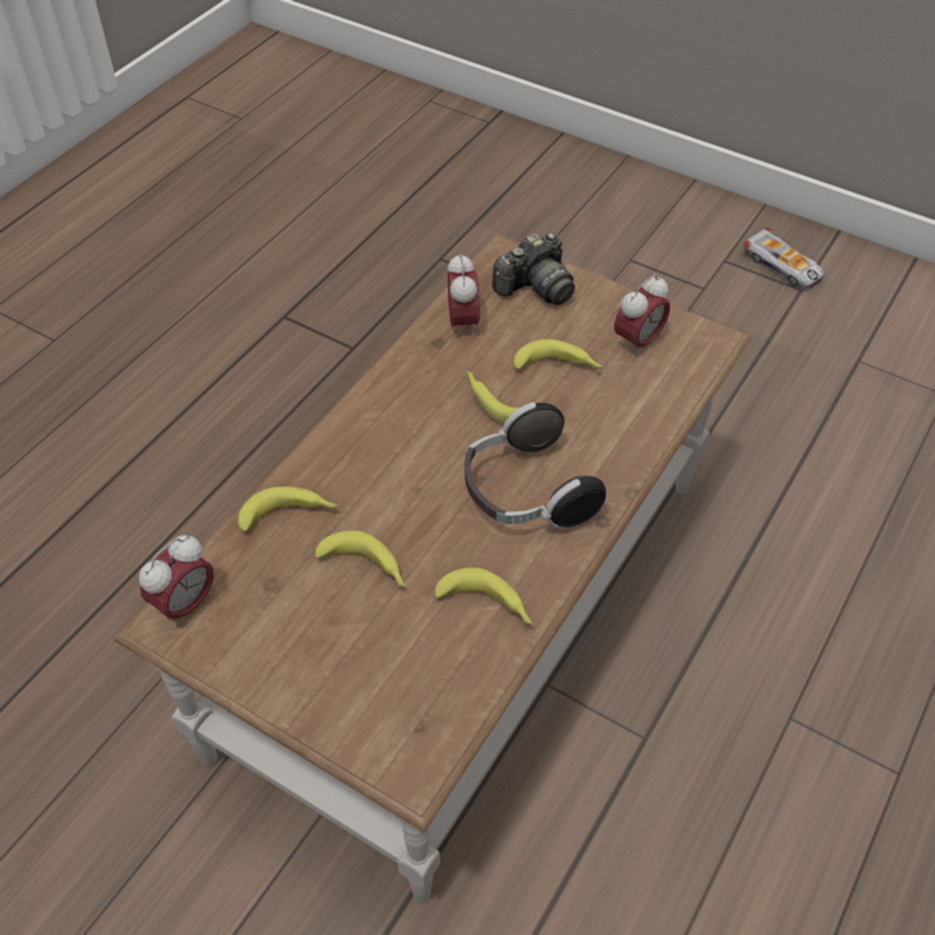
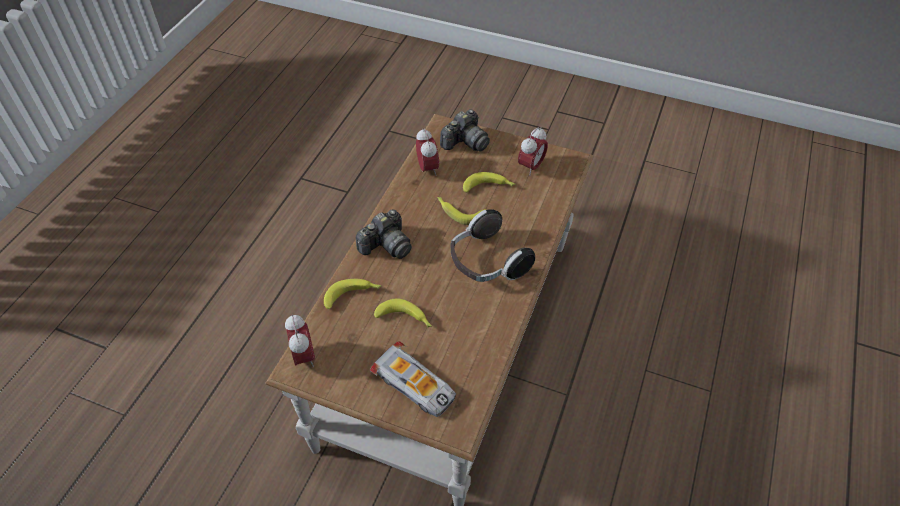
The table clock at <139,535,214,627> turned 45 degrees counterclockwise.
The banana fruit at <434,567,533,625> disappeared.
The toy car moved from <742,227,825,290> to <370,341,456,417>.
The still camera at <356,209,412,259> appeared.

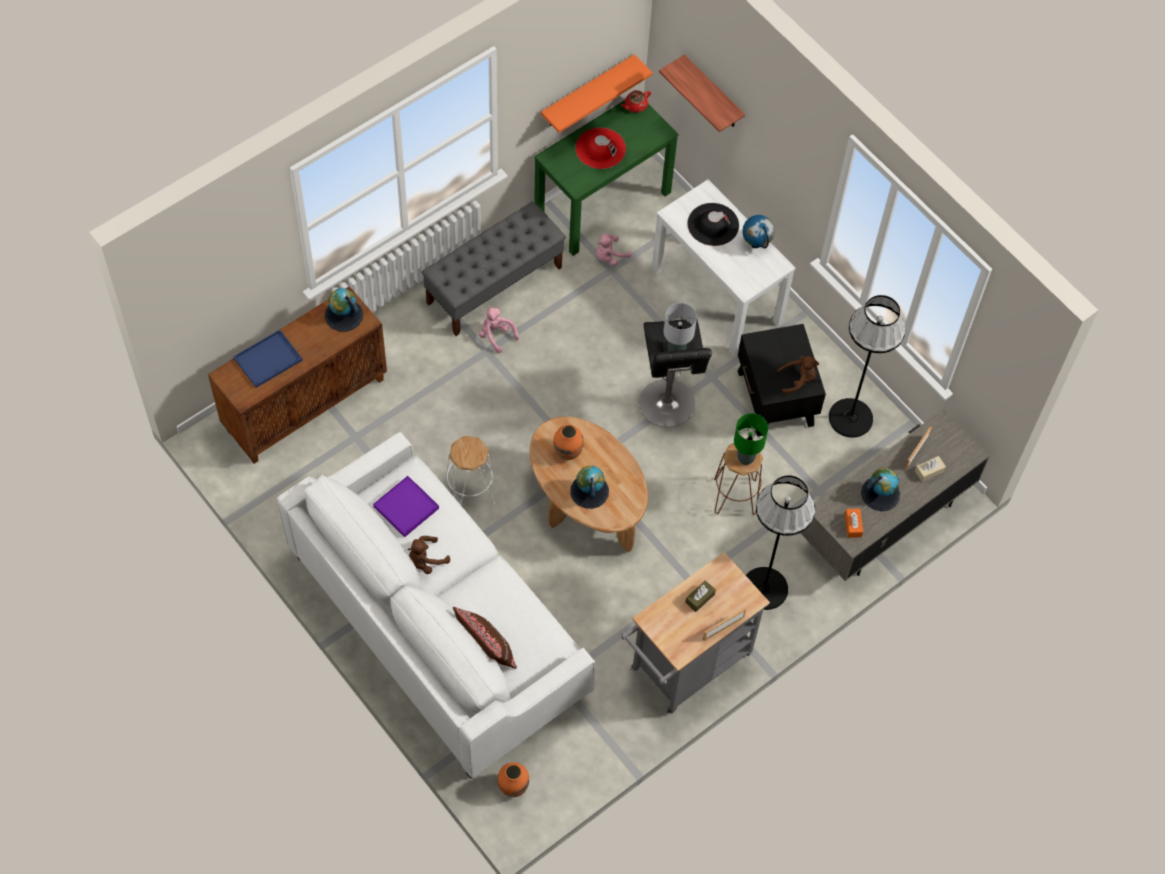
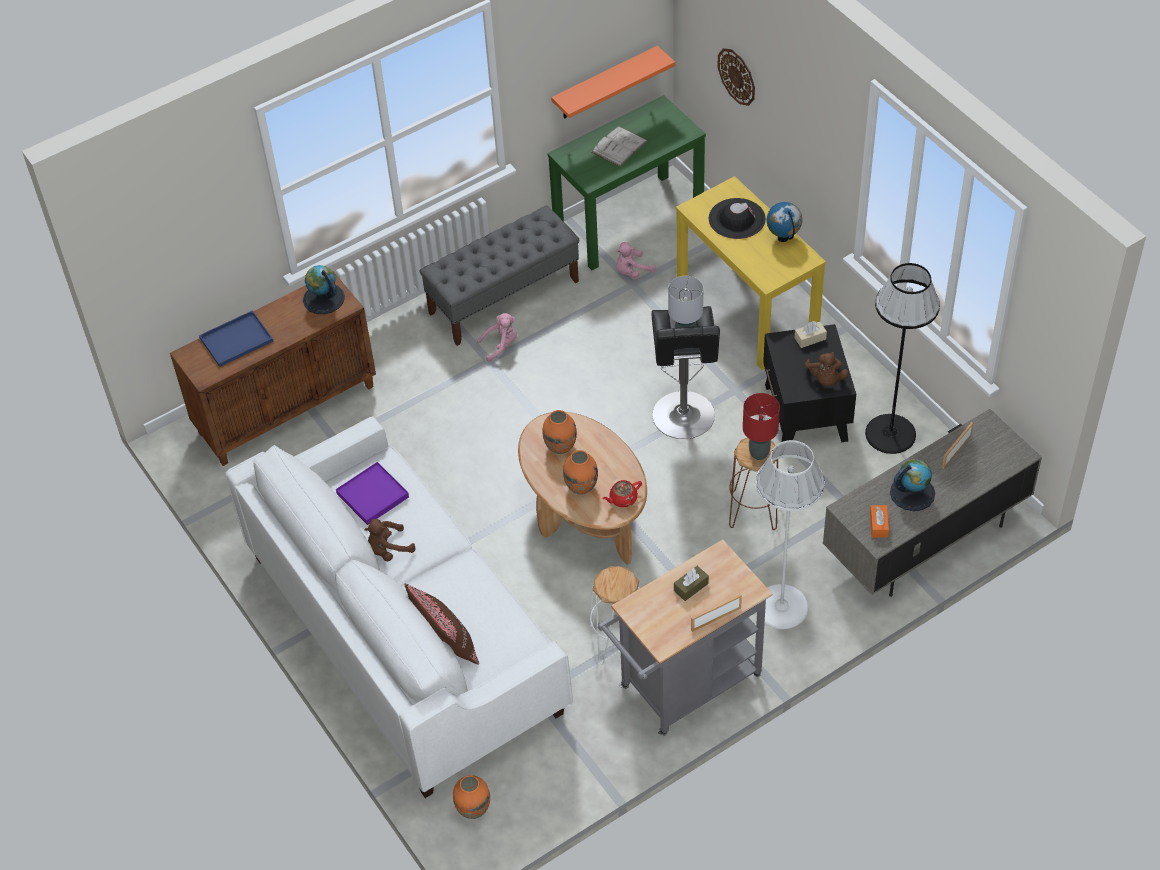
The stool in whitish moved from <445,436,495,505> to <589,566,640,665>.
The soft toy in pink-coloured at <478,306,519,353> turned 105 degrees clockwise.
The world globe at <570,466,609,509> was replaced by the vase in orange-coloured at <563,450,598,495>.
The clothing hat in red at <575,128,626,169> was replaced by the volume in whitish at <592,126,648,167>.
The tea pot in red moved from <621,91,651,113> to <602,480,642,507>.
The console table in whitish at <652,180,796,356> became the console table in yellow-coloured at <676,176,826,370>.
The shelf at <659,54,745,132> was replaced by the wall clock at <718,48,755,106>.
The tabletop lamp in green-coloured at <734,413,768,465> became the tabletop lamp in red at <743,393,780,460>.
The standing lamp in blackish at <746,475,815,610> became the standing lamp in whitish at <756,440,825,629>.
The soft toy in brown at <777,356,819,394> turned 90 degrees clockwise.
The box of tissues in beige moved from <915,456,946,482> to <795,321,827,348>.

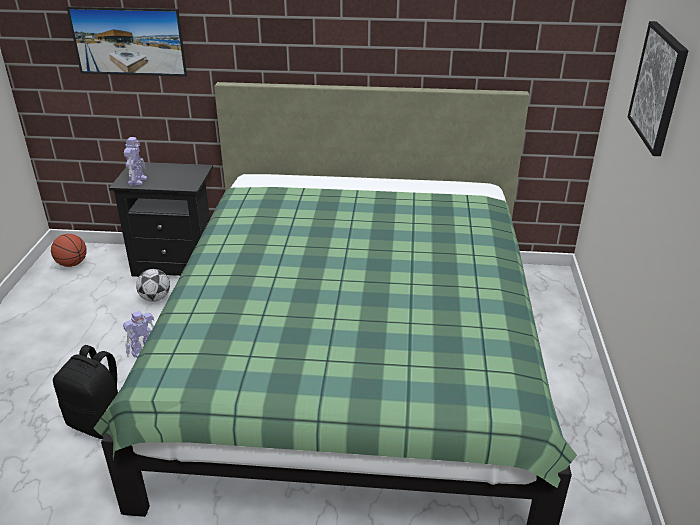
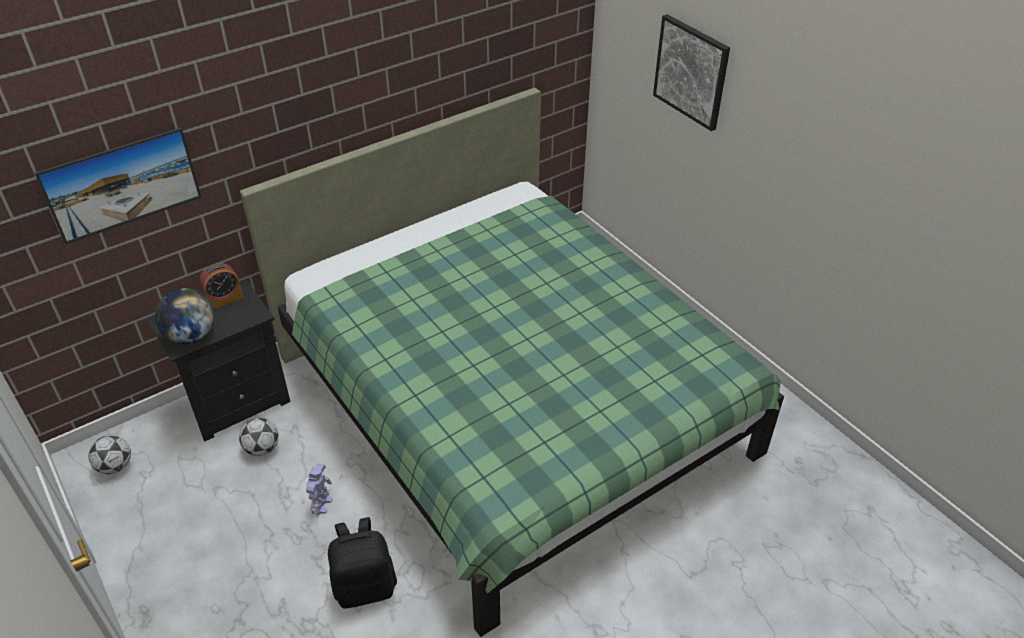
The basketball at <51,234,87,267> was replaced by the football ball at <88,435,131,474>.
The robot figure at <124,137,147,186> was replaced by the world globe at <155,288,215,344>.
The table clock at <199,263,244,309> appeared.

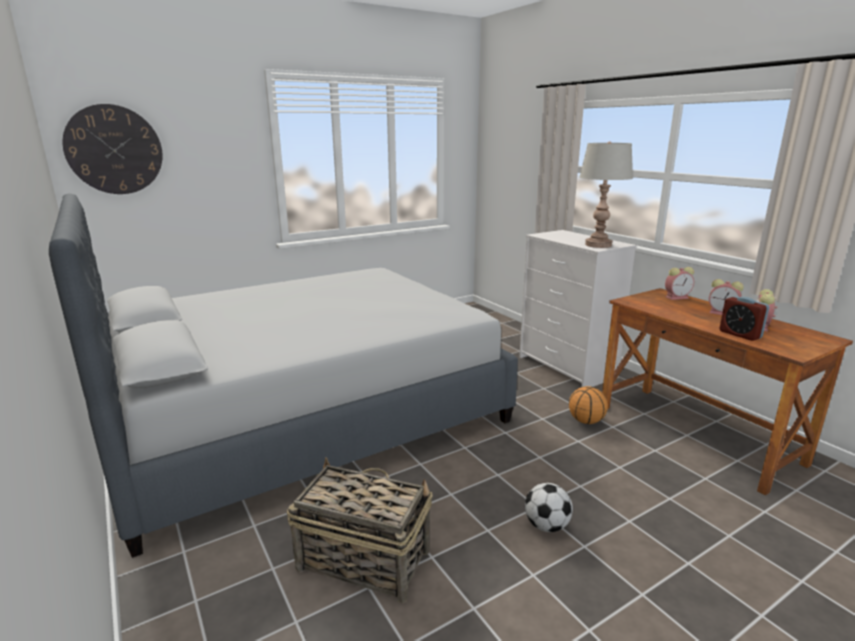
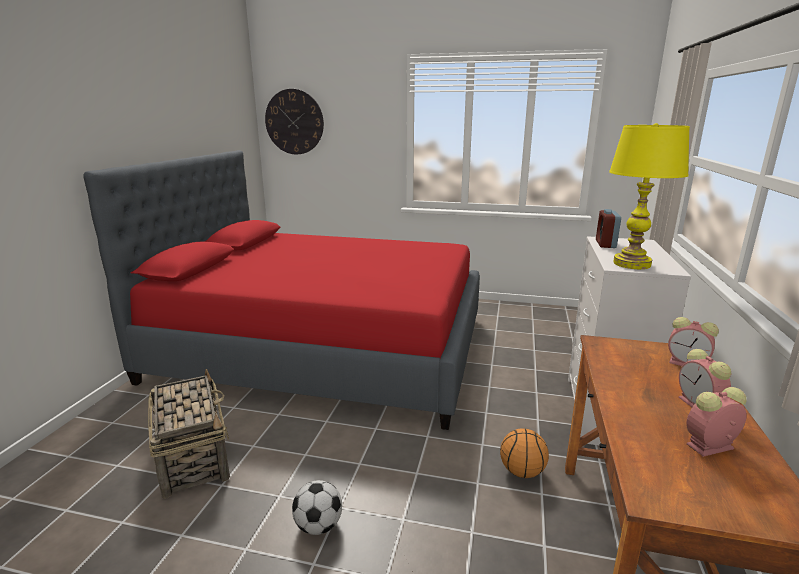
The sleeping bed in greyish at <49,193,518,558> became the sleeping bed in red at <83,150,480,430>.
The tabletop lamp in greyish at <579,142,633,248> became the tabletop lamp in yellow-coloured at <609,123,690,269>.
The table clock moved from <719,296,769,341> to <596,209,621,248>.

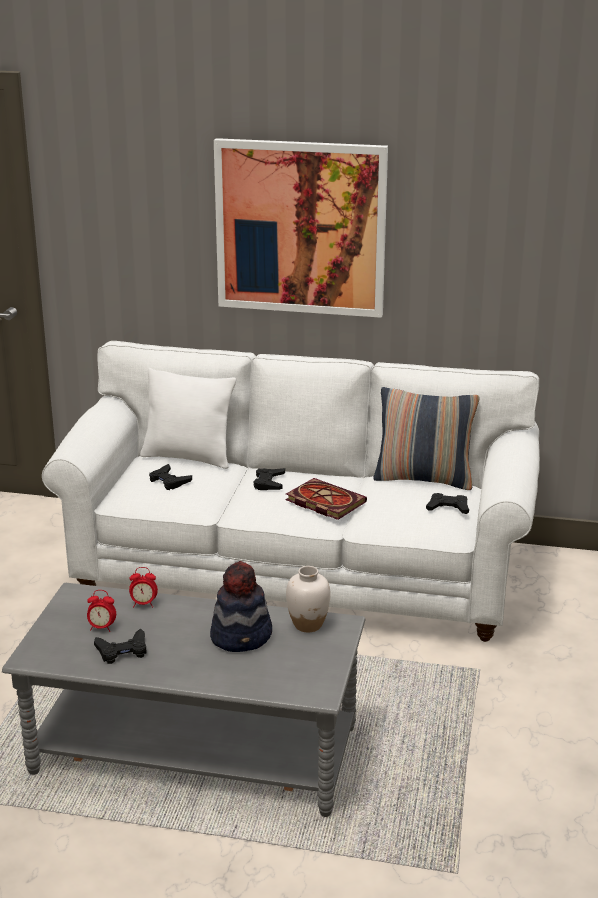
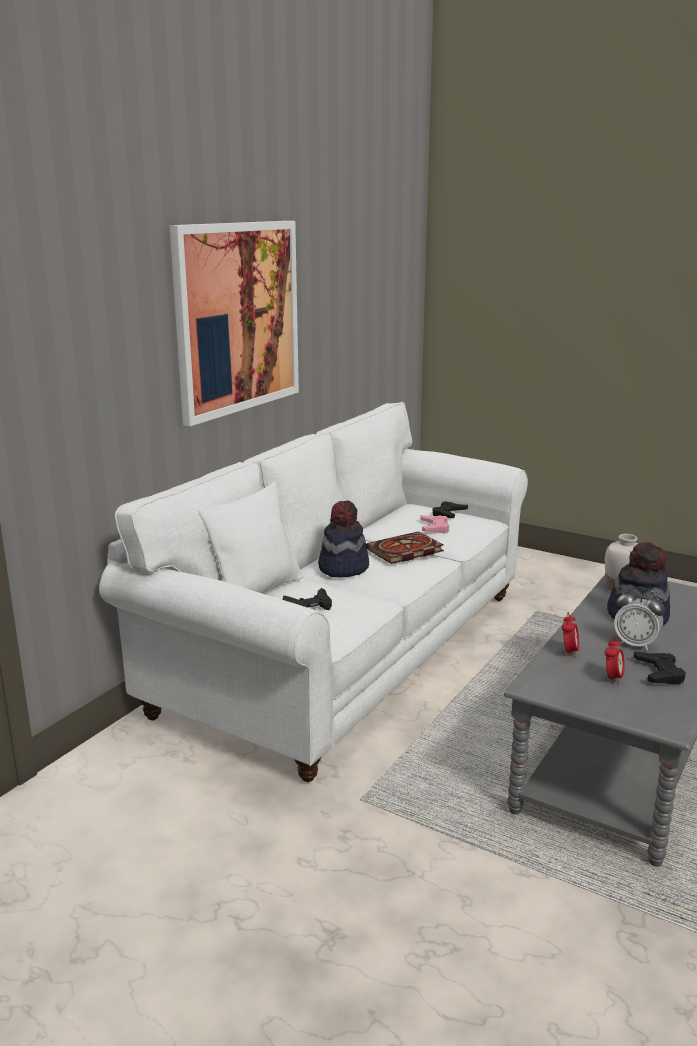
The gamepad in blackish at <254,468,285,490> was replaced by the clothing hat at <318,500,369,578>.
The cushion at <373,387,480,490> disappeared.
The gamepad in pink-coloured at <420,515,450,533> appeared.
The table clock at <614,587,665,651> appeared.

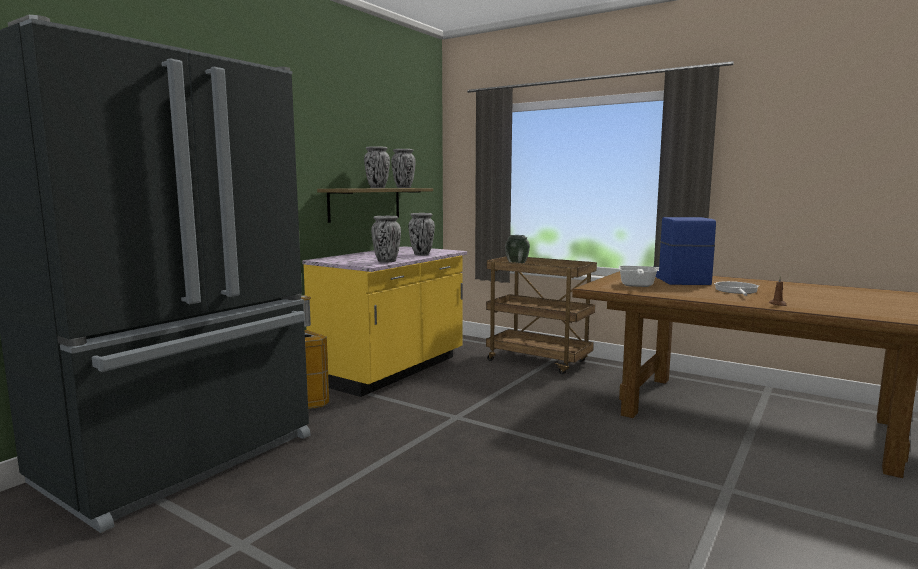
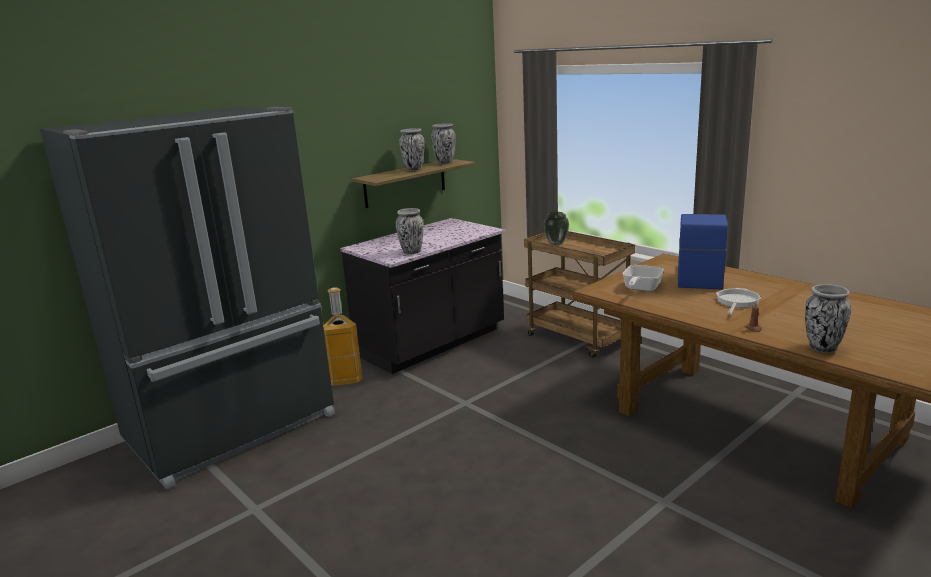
The kitchen counter in yellow-coloured at <302,246,467,397> became the kitchen counter in blackish at <340,218,505,374>.
The vase moved from <408,213,435,255> to <805,284,851,353>.

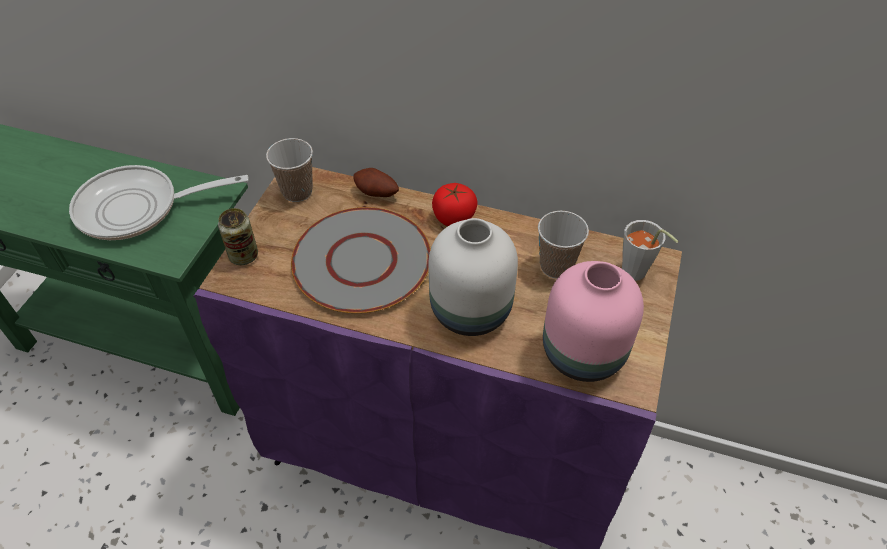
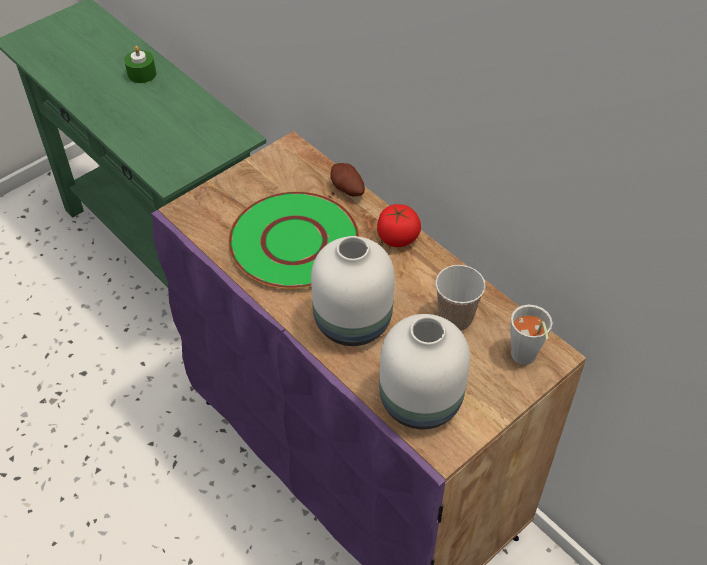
The skillet at <69,165,249,240> disappeared.
The metal can at <218,208,258,265> disappeared.
The drinking cup at <266,138,313,202> disappeared.
The dinner plate in greyish at <291,207,431,313> became the dinner plate in green-coloured at <228,192,360,289>.
The vase in pink-coloured at <543,261,644,382> became the vase in whitish at <379,314,470,429>.
The wax light in green-coloured at <124,46,156,83> appeared.

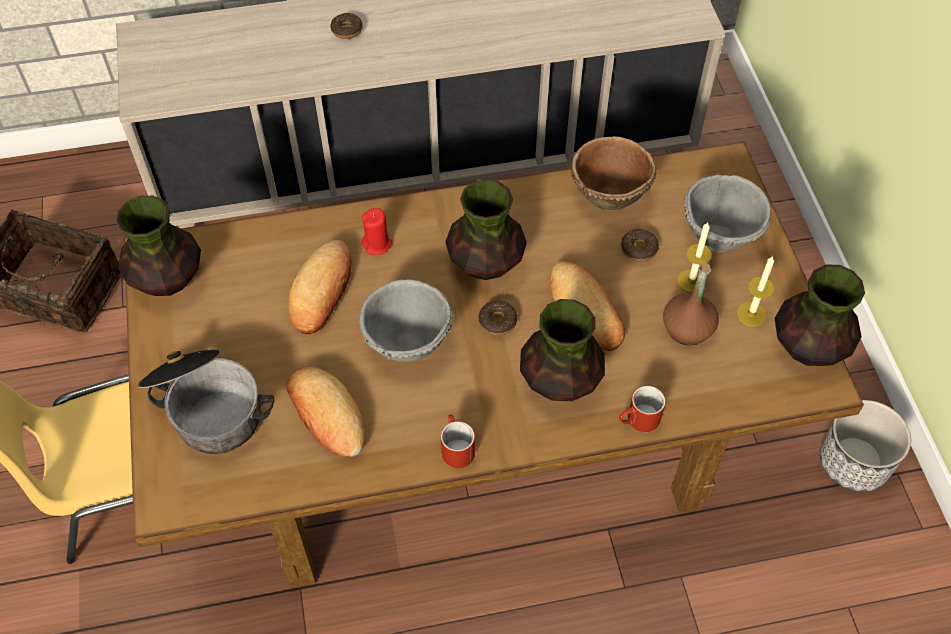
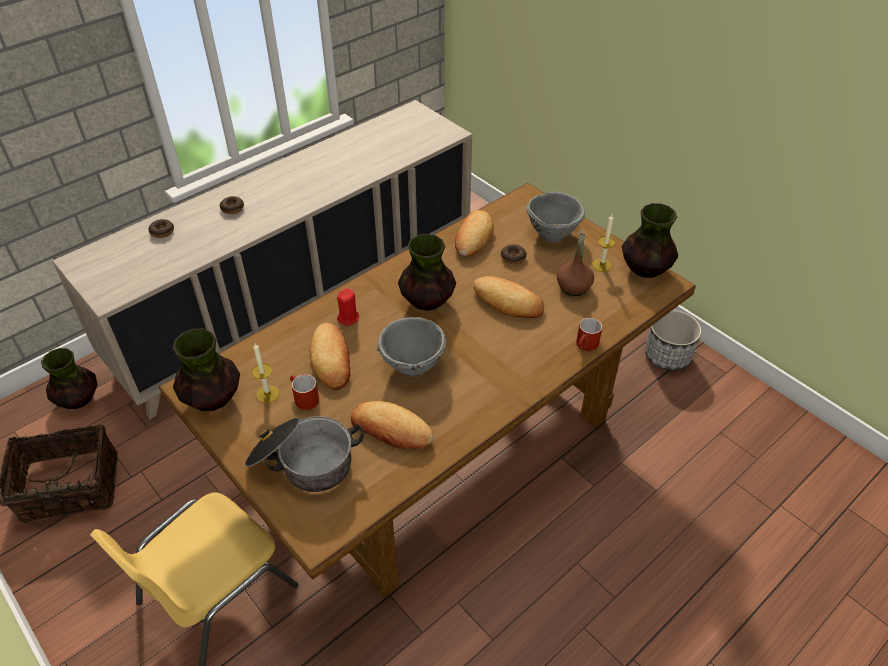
The tea mug in red moved from <441,414,475,468> to <290,374,319,410>.
The donut moved from <478,301,517,336> to <149,219,174,238>.
The vase moved from <520,299,605,401> to <41,348,98,409>.
The deep dish in brown at <571,136,657,211> was replaced by the bakery bread at <455,210,494,256>.
The wax light moved from <677,222,712,293> to <252,343,280,403>.

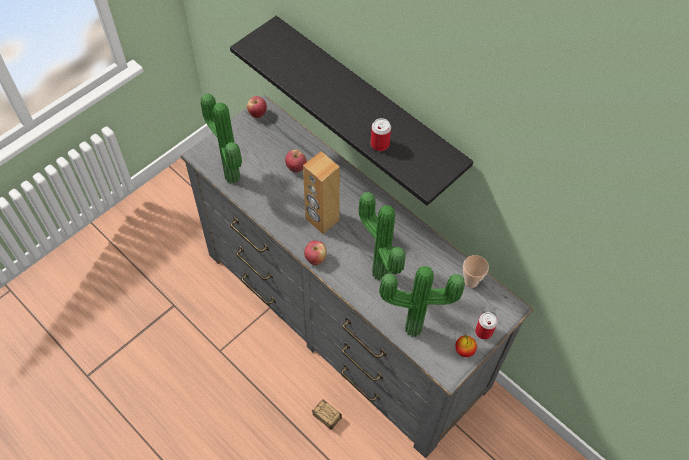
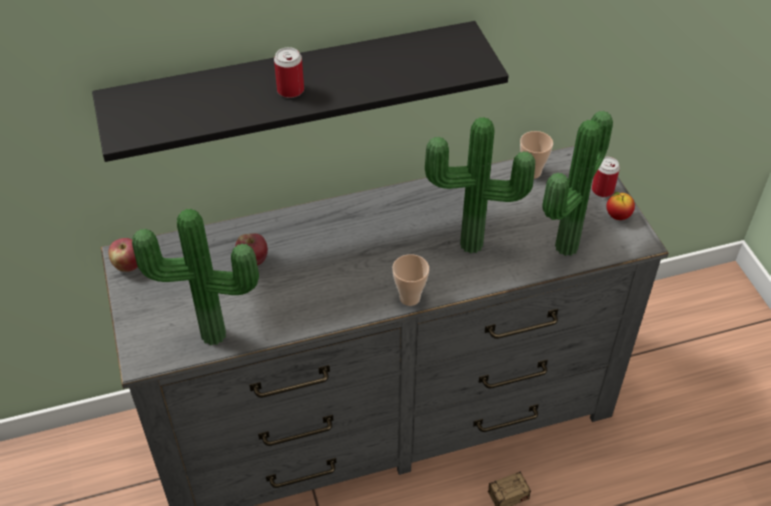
The speaker in brown at <303,151,340,234> disappeared.
The apple fruit at <304,241,326,265> was replaced by the drinking cup at <392,254,429,306>.
The metal can moved from <371,118,391,151> to <274,47,304,98>.

